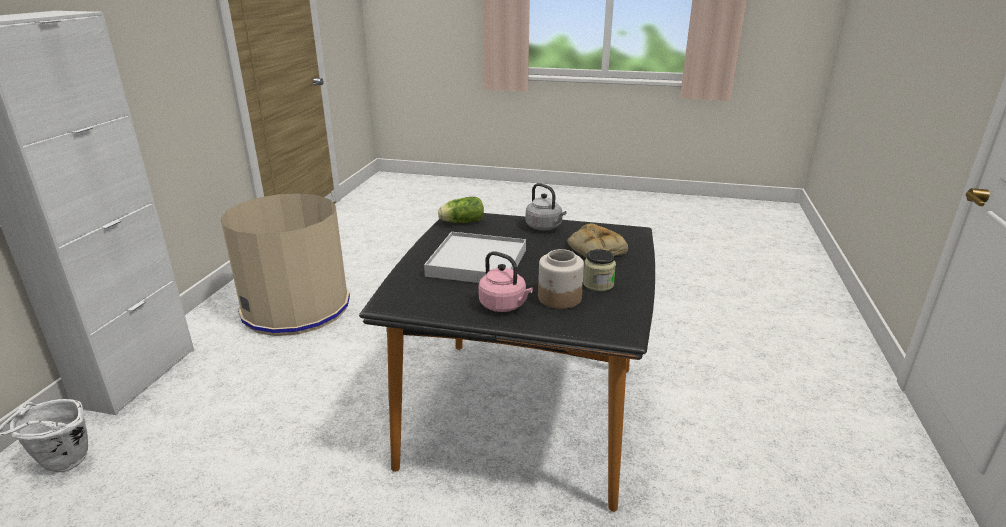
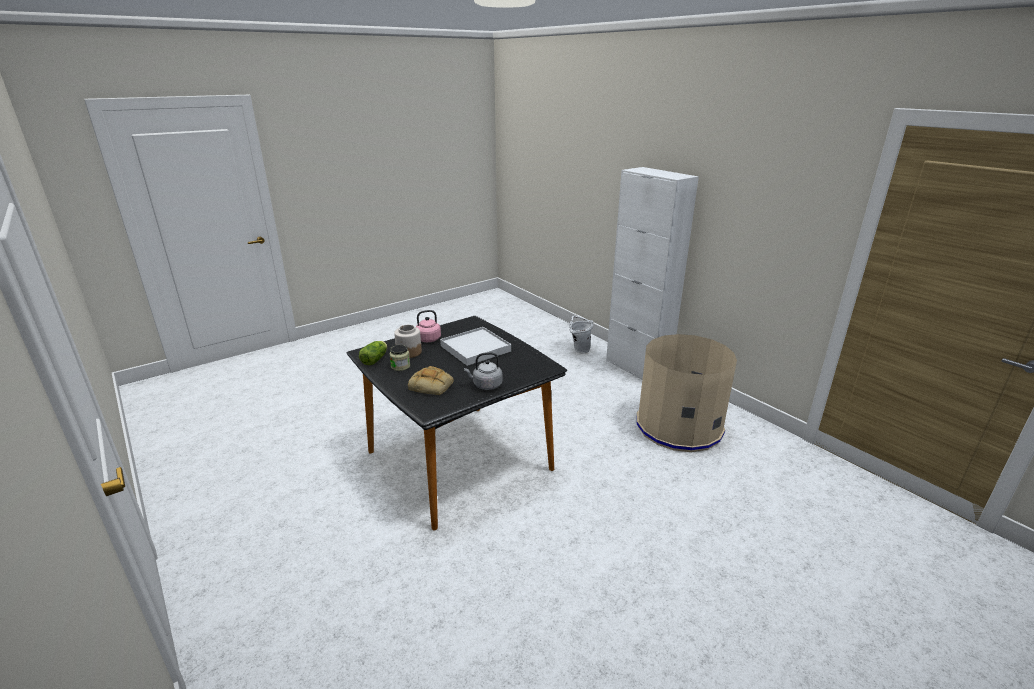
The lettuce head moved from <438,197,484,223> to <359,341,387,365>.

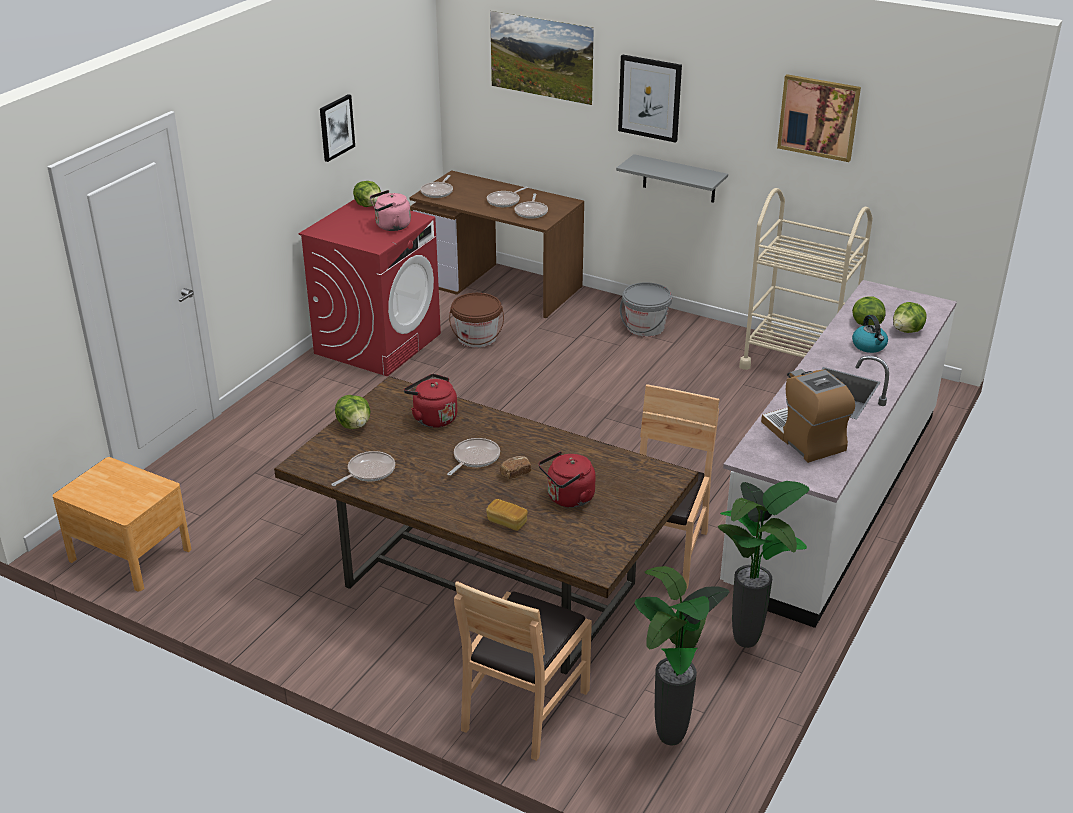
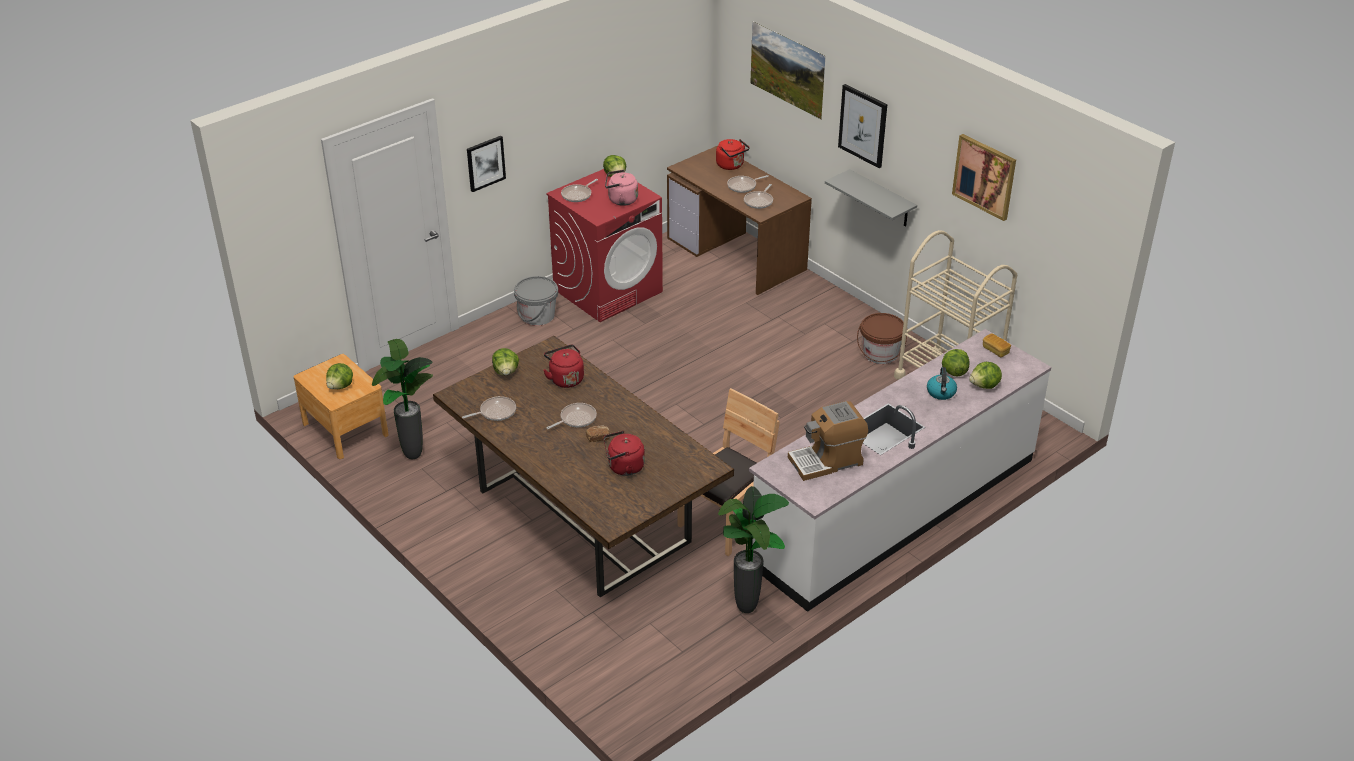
The wall art moved from <320,94,355,162> to <467,136,506,192>.
The skillet moved from <420,175,453,198> to <561,179,598,202>.
The water bucket in brown moved from <449,293,504,348> to <857,313,907,364>.
The upright chair in brown at <454,581,592,761> disappeared.
The bakery bread moved from <486,499,528,531> to <983,333,1011,357>.
The water bucket in greyish moved from <620,282,672,337> to <514,276,558,326>.
The plant in a pot moved from <634,566,729,745> to <372,339,433,459>.
The coffee brewer at <761,369,855,463> turned 105 degrees counterclockwise.
The lettuce head at <326,363,353,389> appeared.
The water kettle in red at <716,139,750,170> appeared.

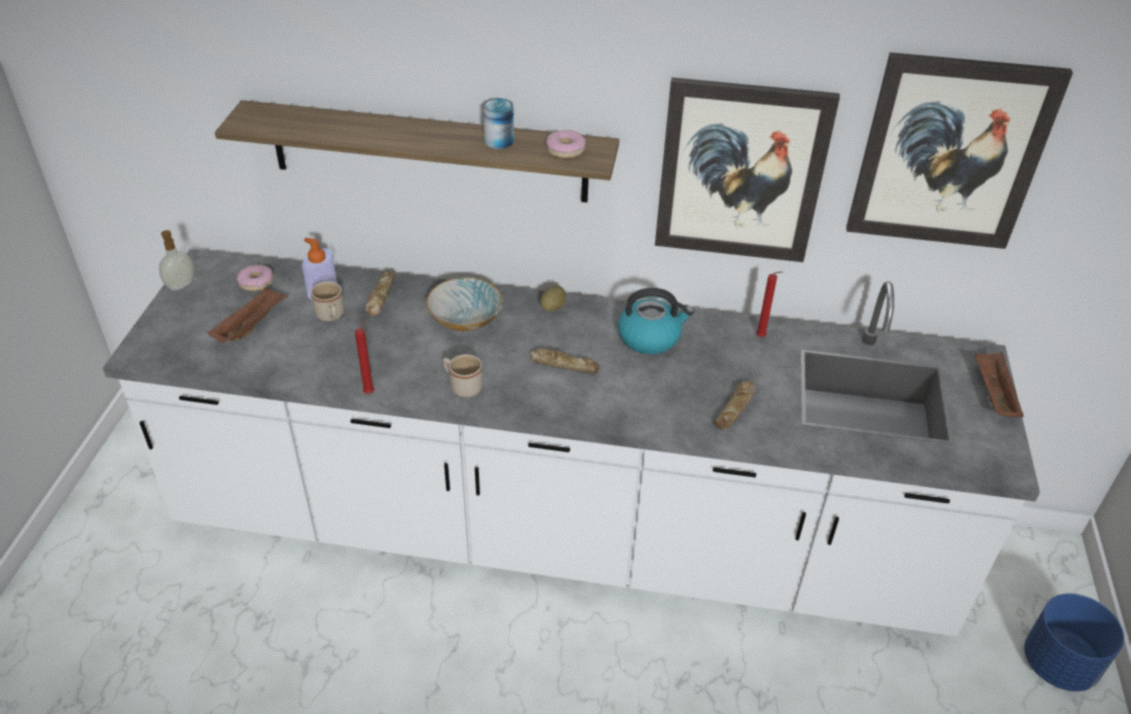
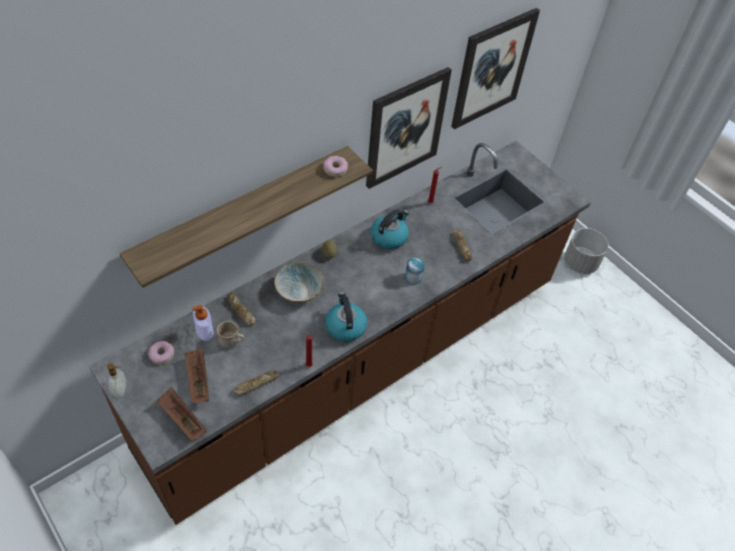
The kitchen counter in whitish at <103,249,1040,636> became the kitchen counter in brown at <89,141,591,525>.
The tea mug in beige at <443,354,482,397> was replaced by the water kettle at <325,292,367,342>.
The metal can moved from <483,98,514,149> to <405,257,425,284>.
The bakery bread moved from <530,348,600,374> to <233,370,280,396>.
The serving tray in brown moved from <975,352,1024,417> to <157,387,207,441>.
The plant pot in bluish at <1024,593,1124,691> became the plant pot in greyish at <564,228,609,274>.

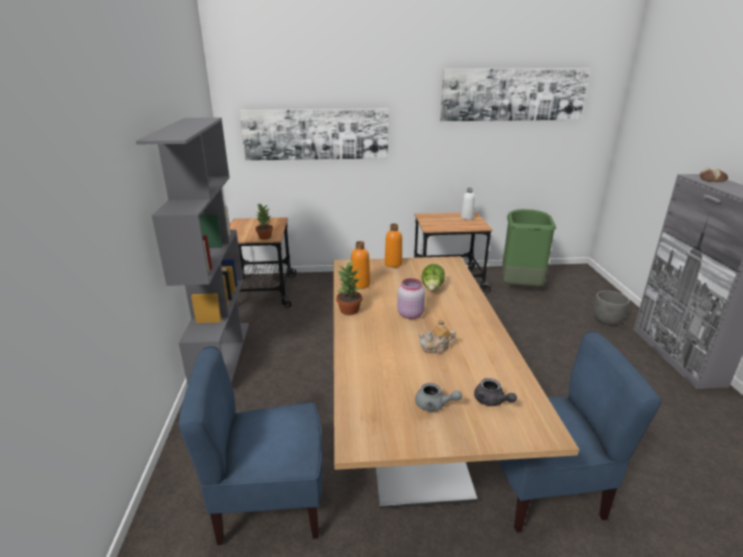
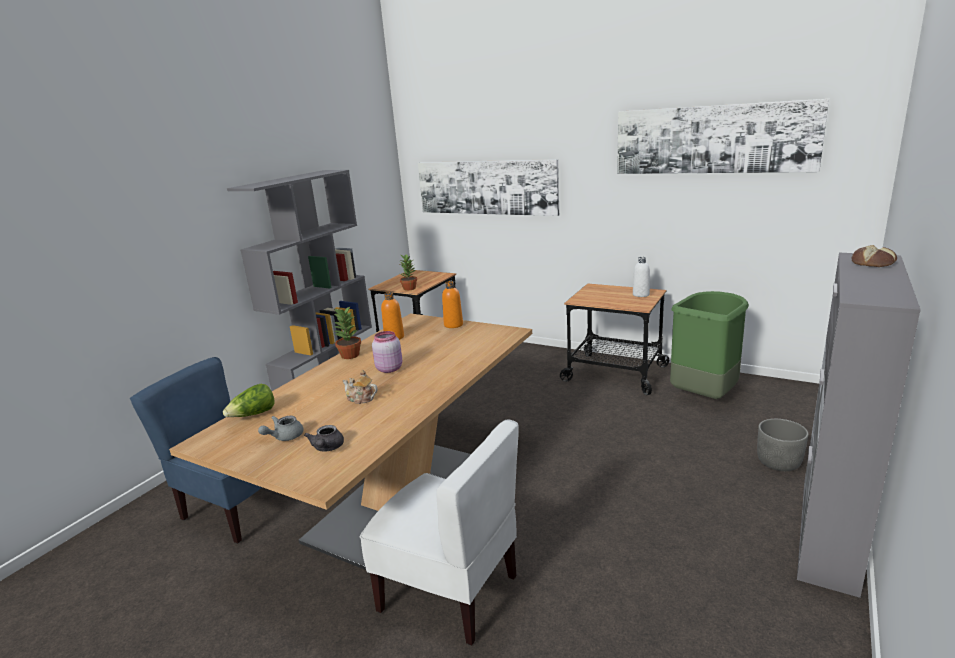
The tea pot in greyish at <415,383,462,411> turned 75 degrees clockwise.
The lettuce head moved from <422,264,445,291> to <223,384,275,417>.
The upright chair in bluish at <498,331,662,532> became the upright chair in whitish at <360,419,519,645>.

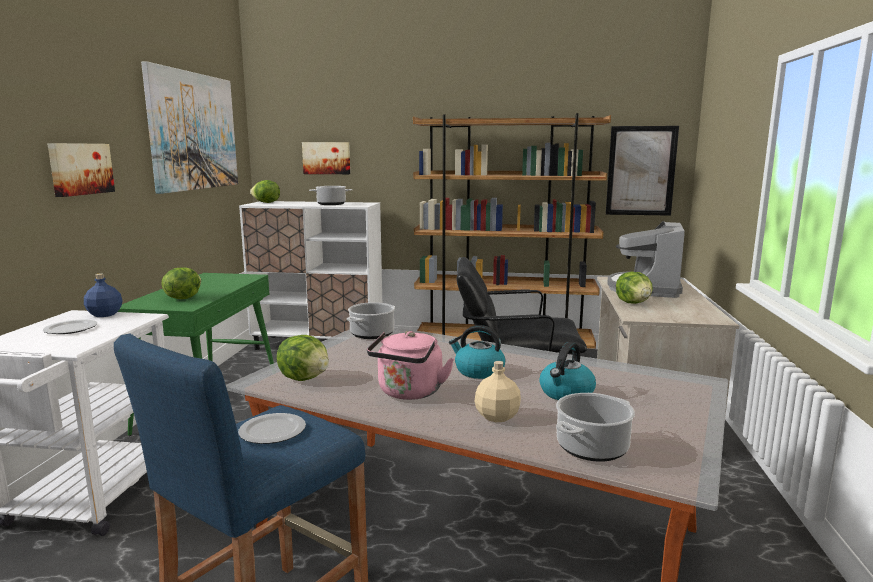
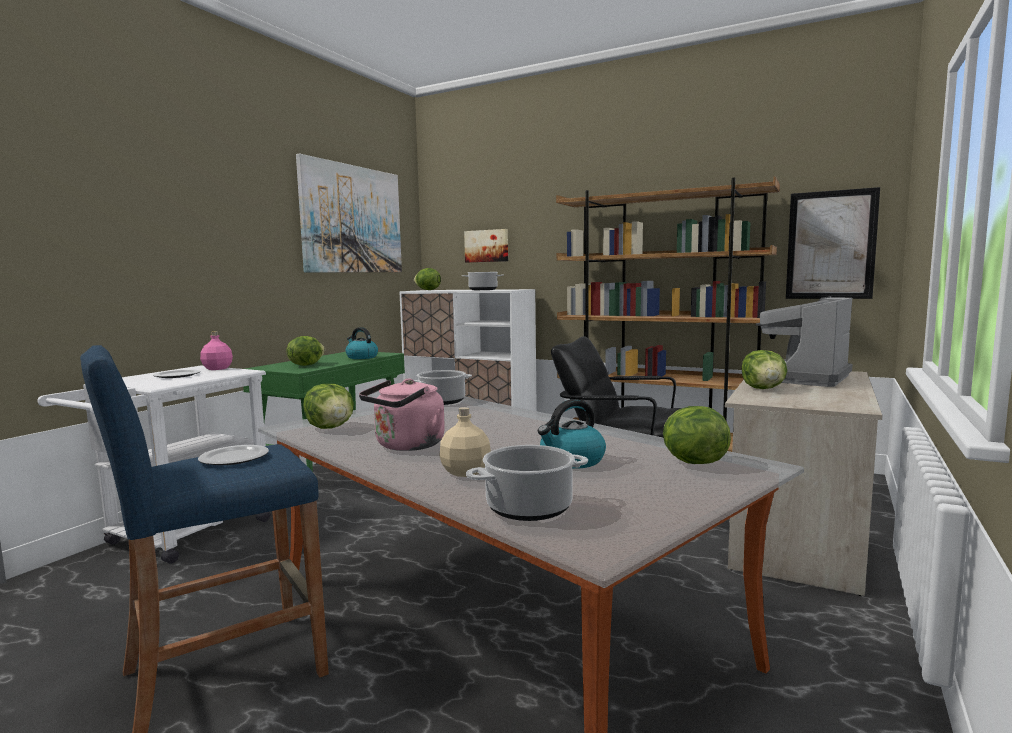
The wall art at <47,143,115,197> disappeared.
The bottle in bluish at <84,273,123,317> became the bottle in pink-coloured at <200,331,233,370>.
The water kettle moved from <449,325,506,379> to <346,327,378,359>.
The lettuce head at <663,406,731,464> appeared.

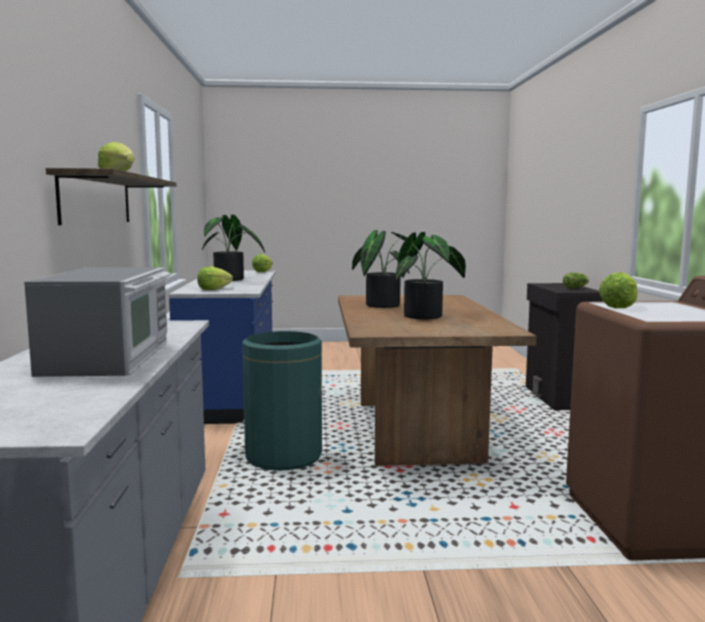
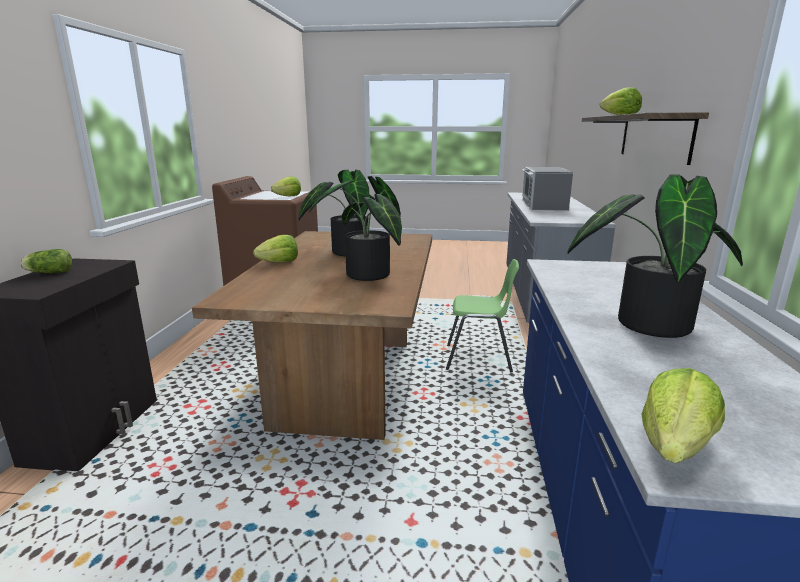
The lettuce head moved from <197,266,233,290> to <253,235,298,262>.
The rubbish bin in green-coloured at <242,331,322,470> was replaced by the upright chair in green-coloured at <446,259,519,372>.

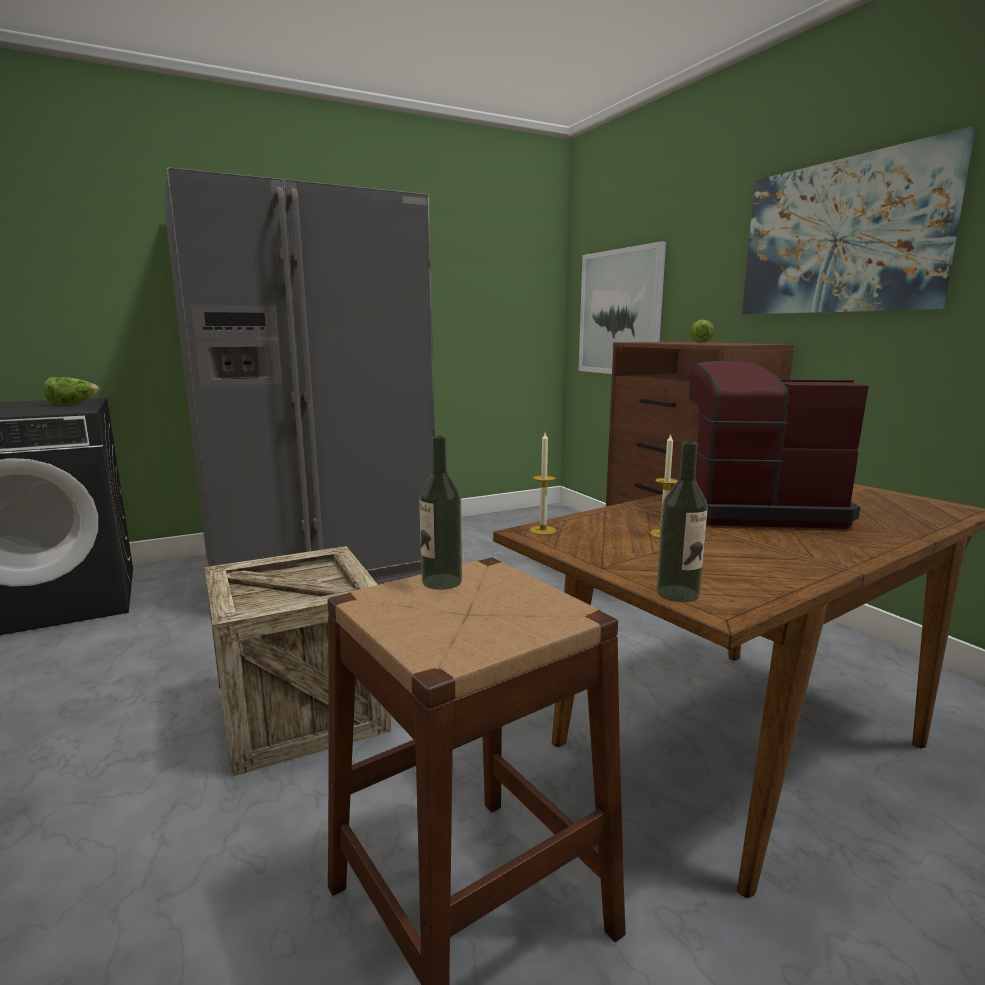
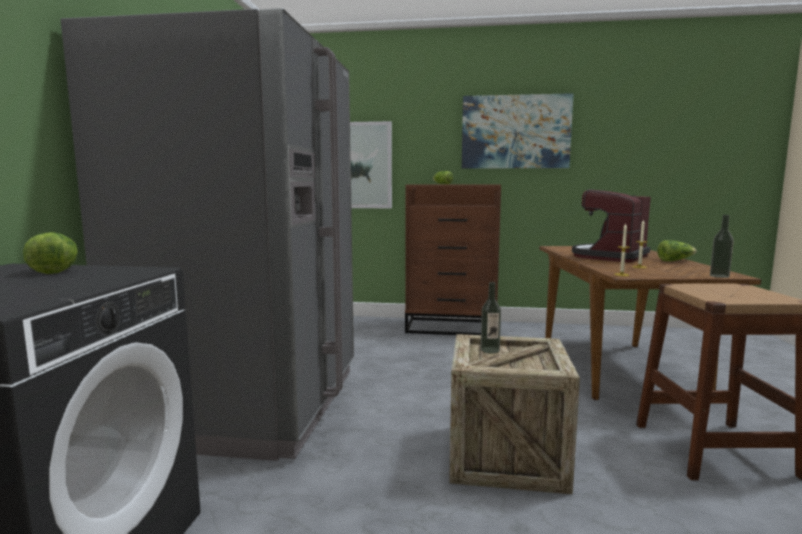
The bottle moved from <419,435,462,590> to <481,282,501,354>.
The lettuce head at <657,240,697,261> appeared.

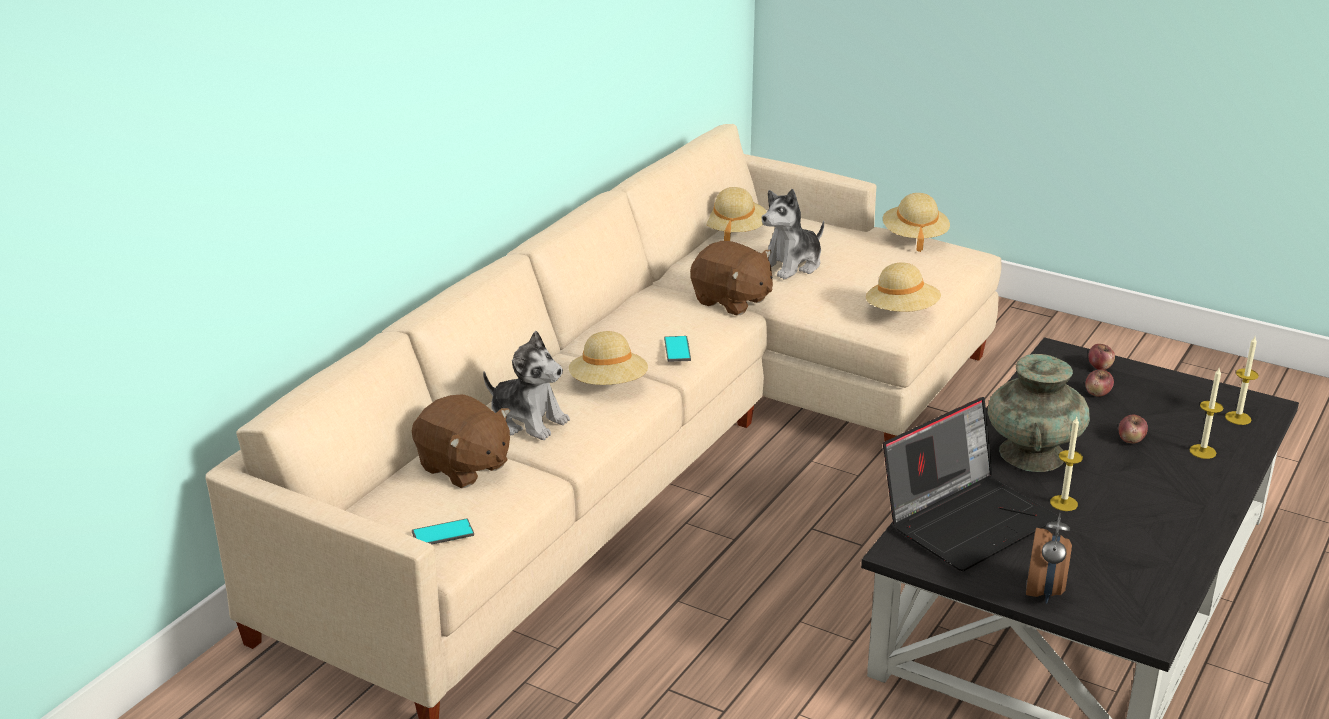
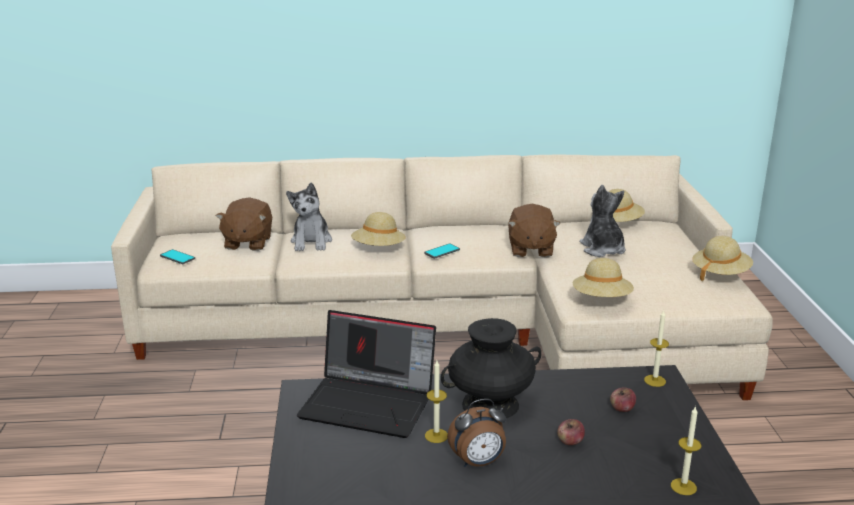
The soft toy at <762,189,824,279> turned 60 degrees clockwise.
The vase in turquoise at <988,354,1090,472> became the vase in blackish at <441,318,542,419>.
The table clock moved from <1026,513,1072,604> to <447,399,506,467>.
The apple fruit at <1088,344,1115,370> disappeared.
The wax light moved from <1189,368,1223,459> to <644,310,669,387>.

